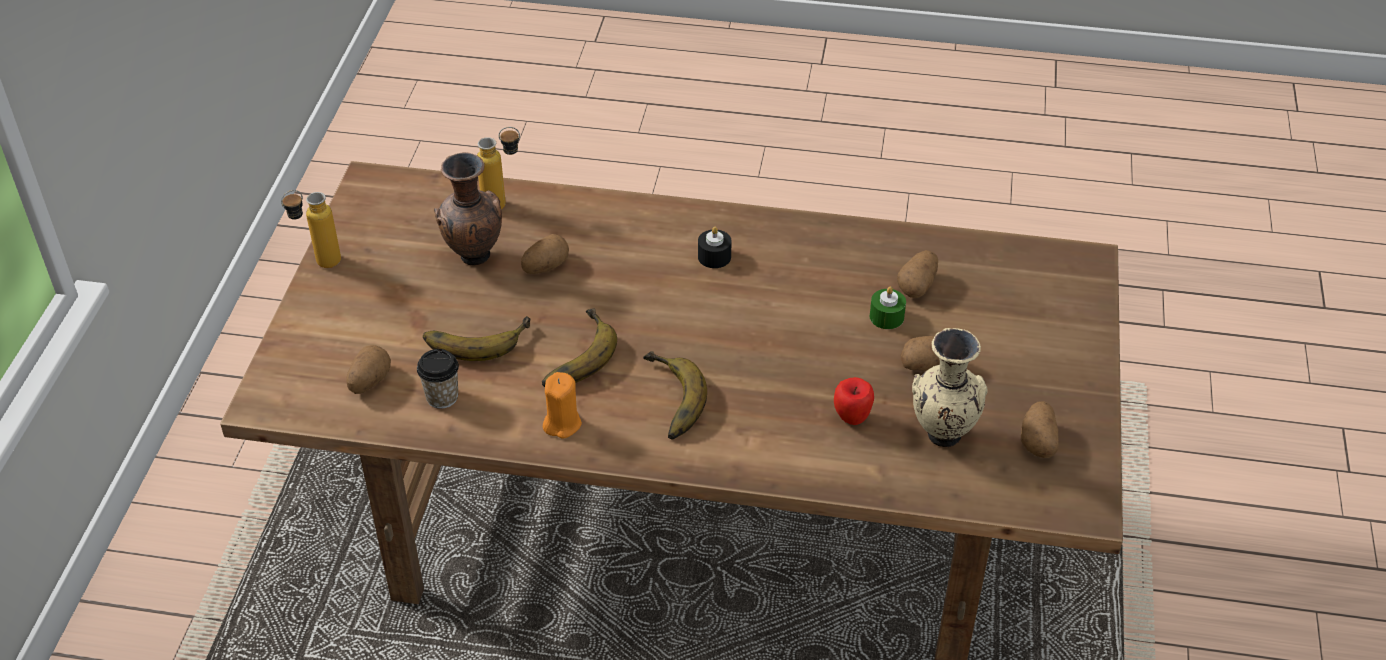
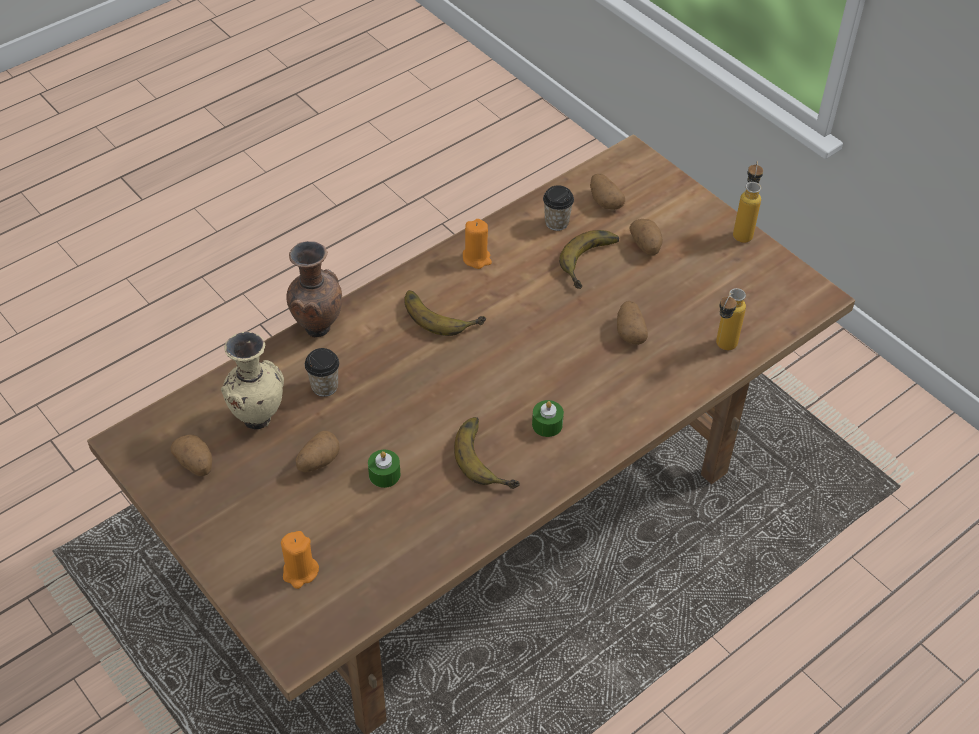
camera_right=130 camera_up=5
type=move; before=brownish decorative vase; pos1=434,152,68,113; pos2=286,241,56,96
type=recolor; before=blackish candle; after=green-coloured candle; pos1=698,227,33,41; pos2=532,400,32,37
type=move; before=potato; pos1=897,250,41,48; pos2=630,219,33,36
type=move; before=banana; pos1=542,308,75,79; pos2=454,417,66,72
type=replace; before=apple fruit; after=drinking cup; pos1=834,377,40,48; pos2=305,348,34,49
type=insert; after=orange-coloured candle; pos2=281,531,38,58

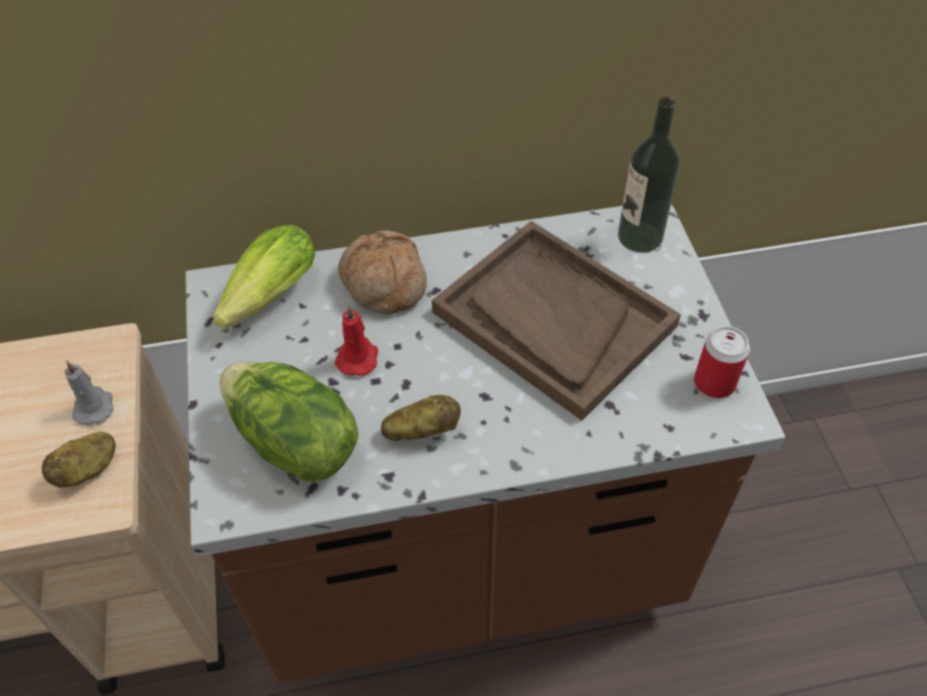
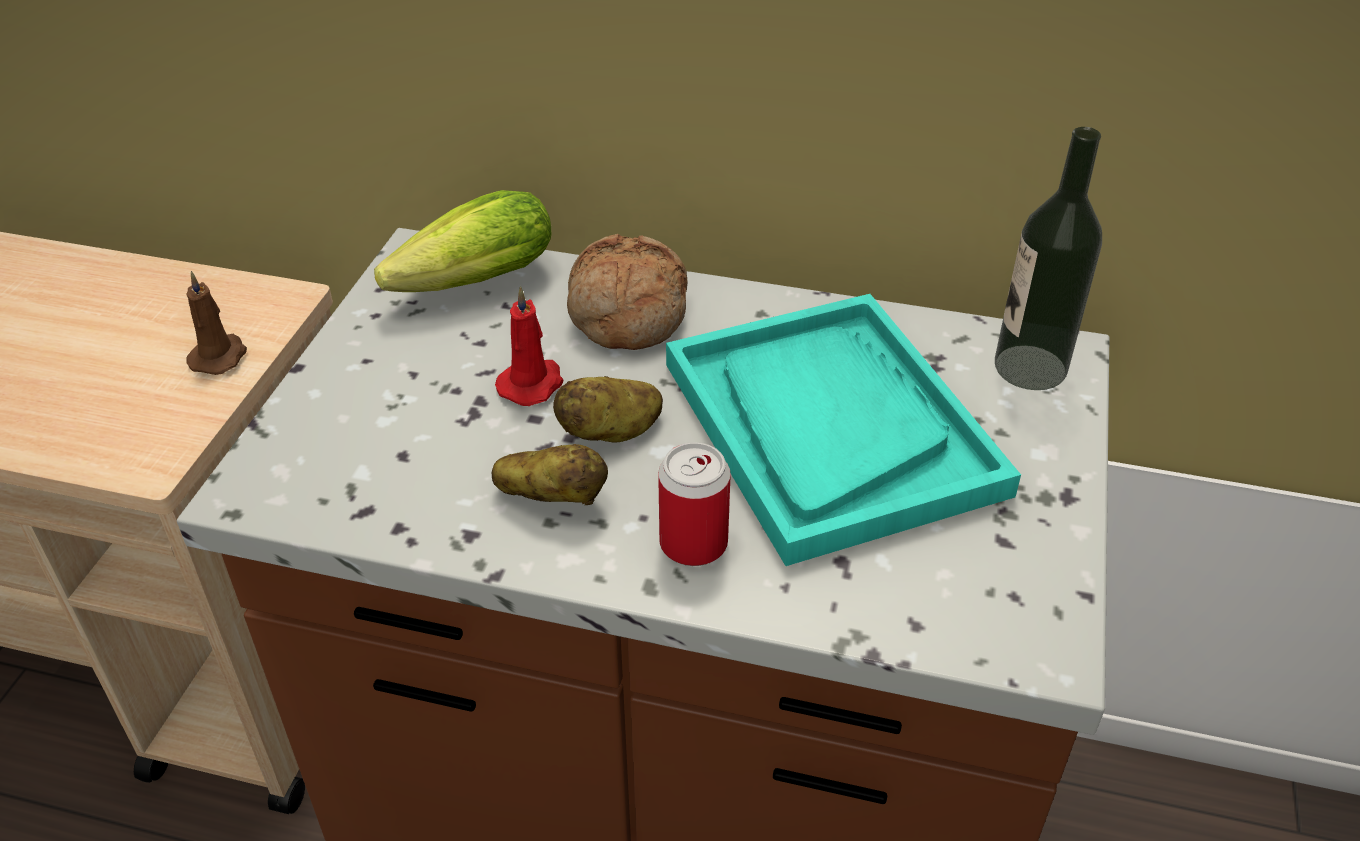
camera_right=25 camera_up=-10
type=recolor; before=brownish serving tray; after=turquoise-coloured serving tray; pos1=432,221,249,200; pos2=666,294,355,272
type=move; before=can; pos1=694,326,56,72; pos2=658,442,73,124
type=recolor; before=greyish candle; after=brownish candle; pos1=65,361,49,64; pos2=186,271,61,104
type=delete; before=lettuce head; pos1=220,362,138,120
type=move; before=potato; pos1=42,432,74,56; pos2=553,376,110,67

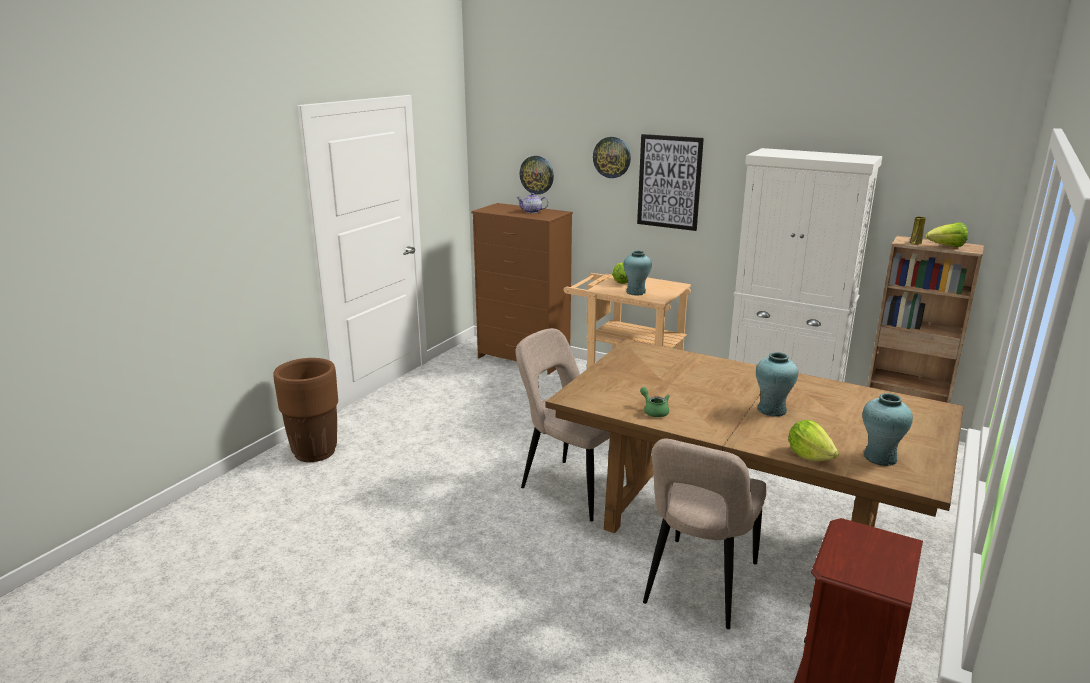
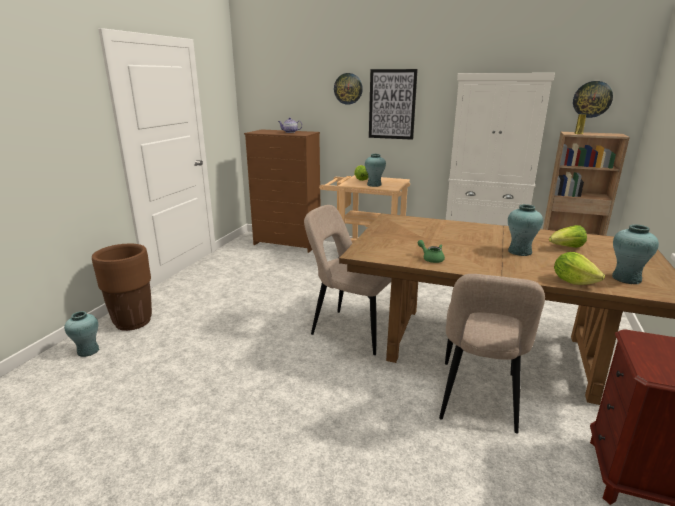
camera_right=-10 camera_up=0
type=move; before=wall clock; pos1=520,156,34,39; pos2=573,81,40,37
type=move; before=lettuce head; pos1=925,222,43,25; pos2=549,225,38,23
type=insert; after=turquoise-coloured decorative vase; pos2=64,311,35,46

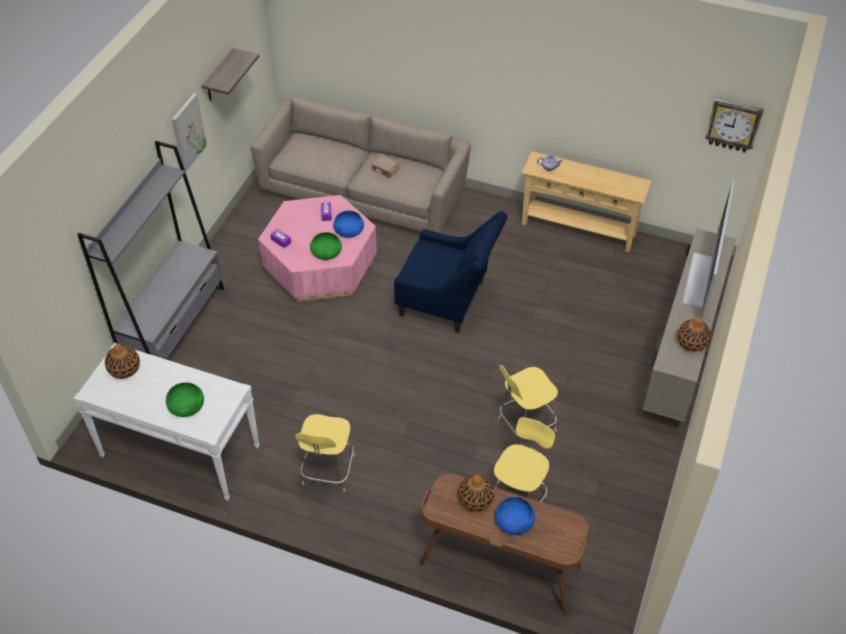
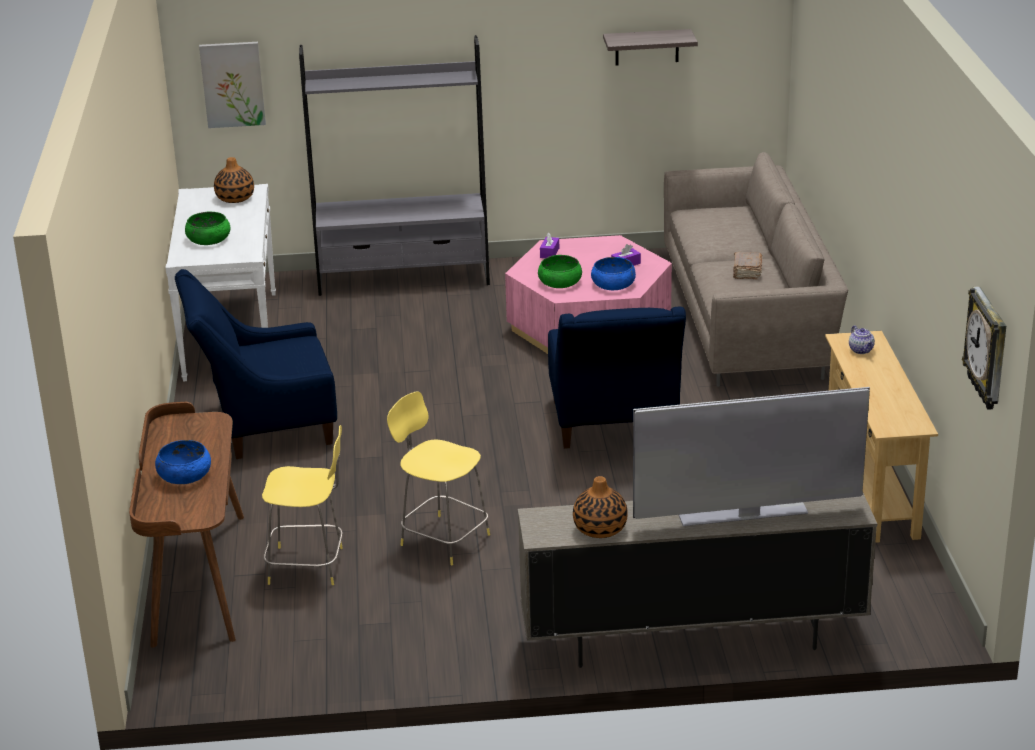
camera_right=65 camera_up=-20
type=move; before=wall picture; pos1=172,93,35,78; pos2=199,42,67,86
type=replace; before=yellow-coloured sitting stool; after=blue lounge chair; pos1=295,414,60,78; pos2=175,269,162,190
type=delete; before=decorative vase; pos1=458,474,37,37

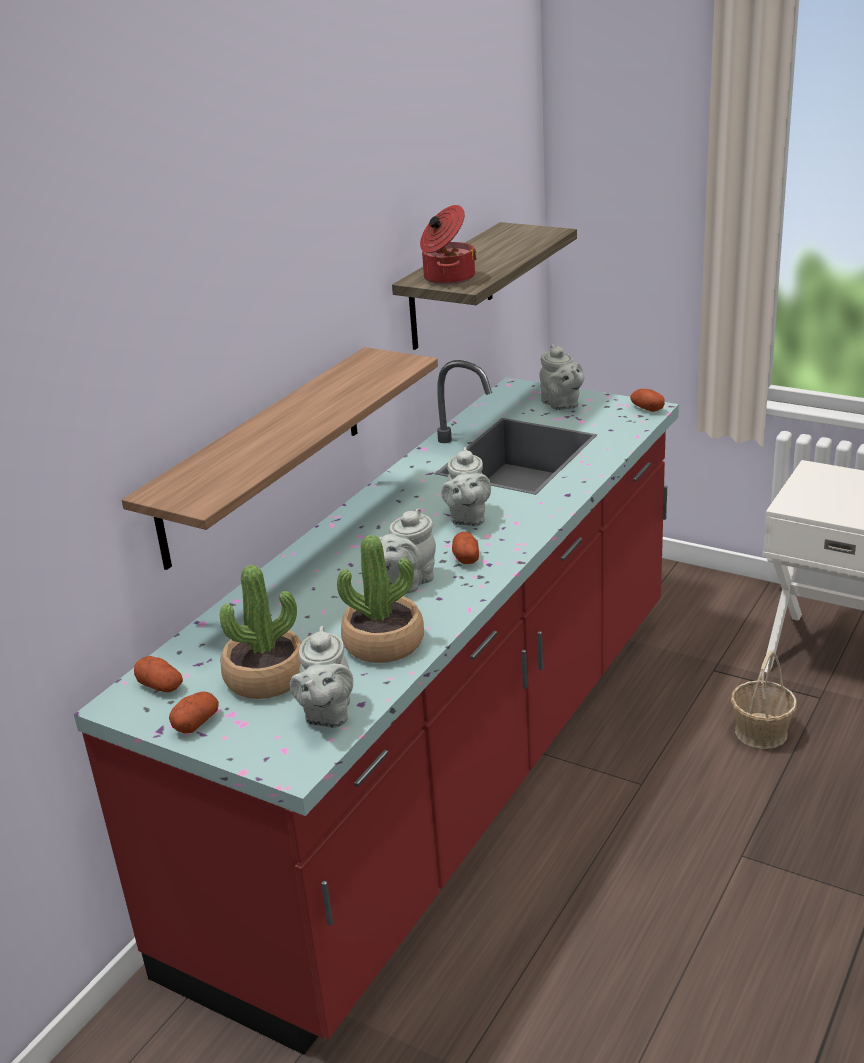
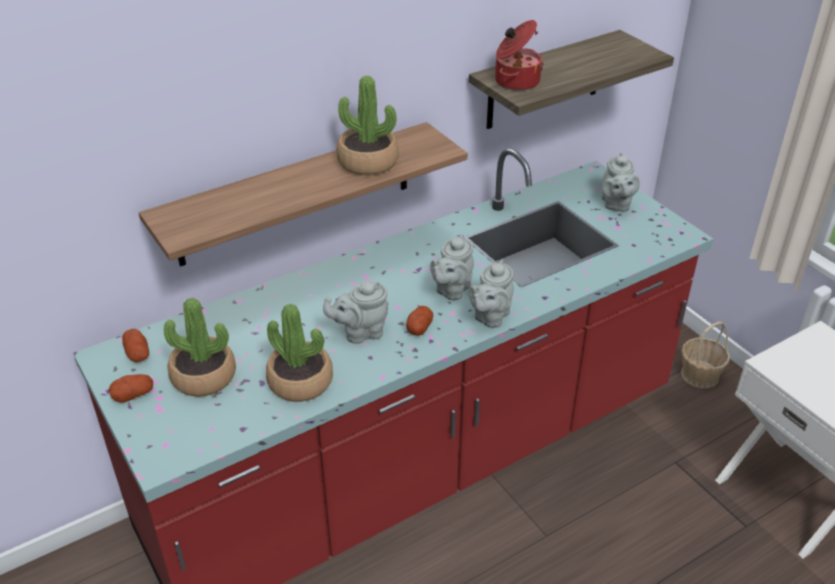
camera_right=25 camera_up=10
type=delete; before=potato; pos1=630,389,35,23
type=move; before=greyish pot for tea; pos1=290,626,63,102; pos2=469,260,45,68
type=move; before=household basket; pos1=731,651,66,98; pos2=681,322,49,66
type=insert; after=potted plant; pos2=337,76,62,100

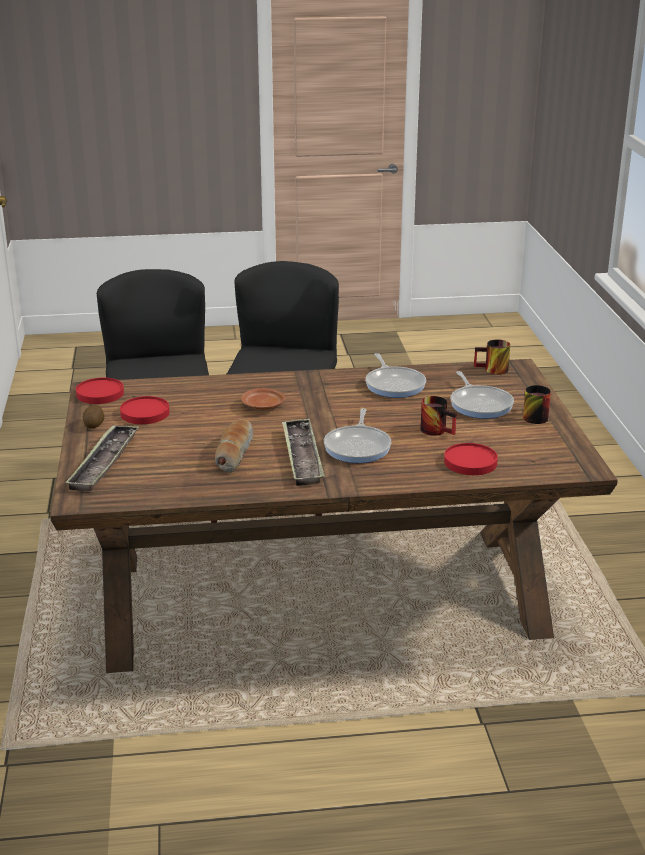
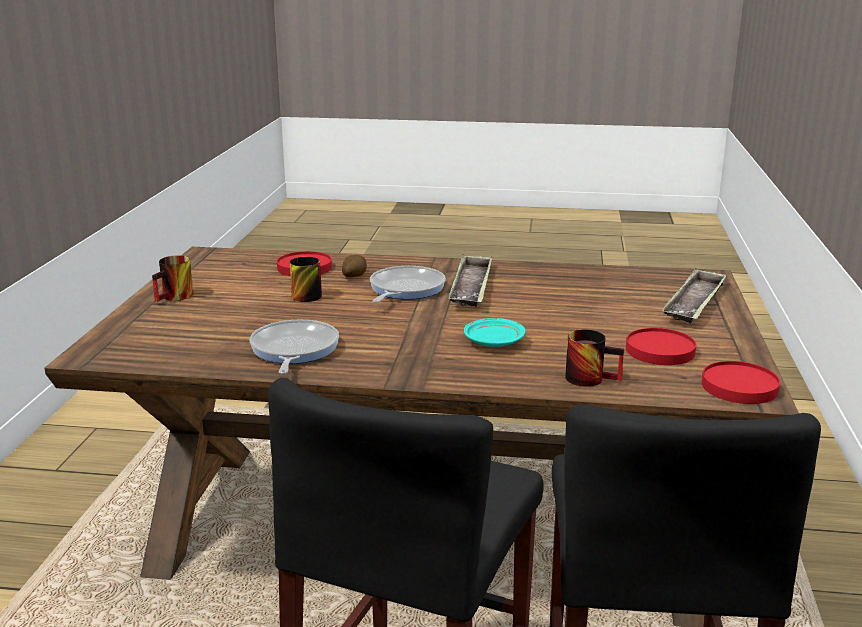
camera_right=-165 camera_up=-5
type=move; before=mug; pos1=474,339,36,36; pos2=565,329,59,58
type=delete; before=pan; pos1=450,371,64,48
type=recolor; before=brownish plate; after=turquoise-coloured plate; pos1=241,388,44,22; pos2=464,318,61,29
type=move; before=potato; pos1=83,405,21,24; pos2=342,255,25,22
type=delete; before=bread; pos1=215,419,38,54

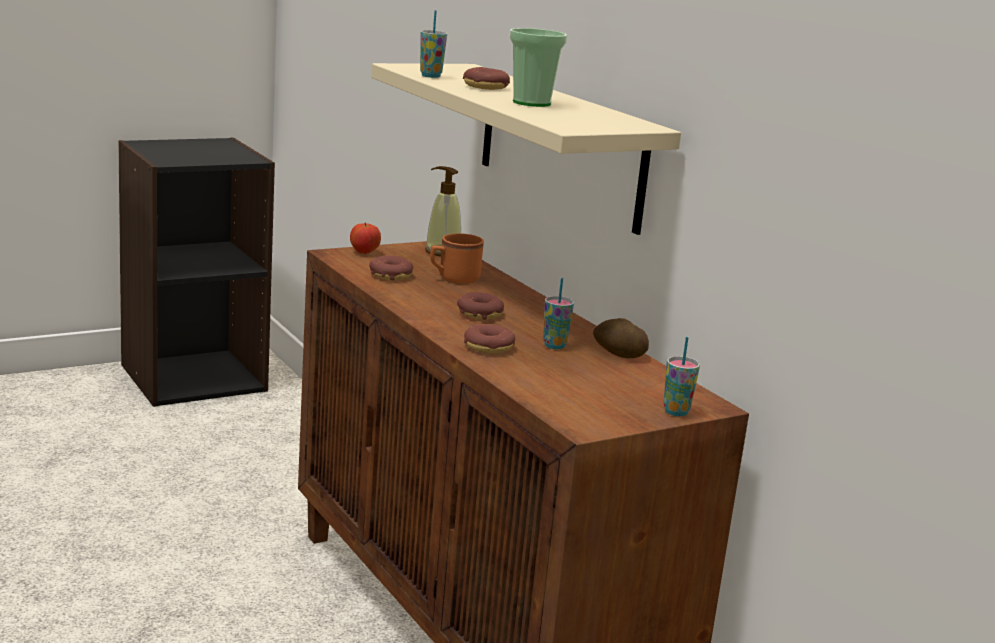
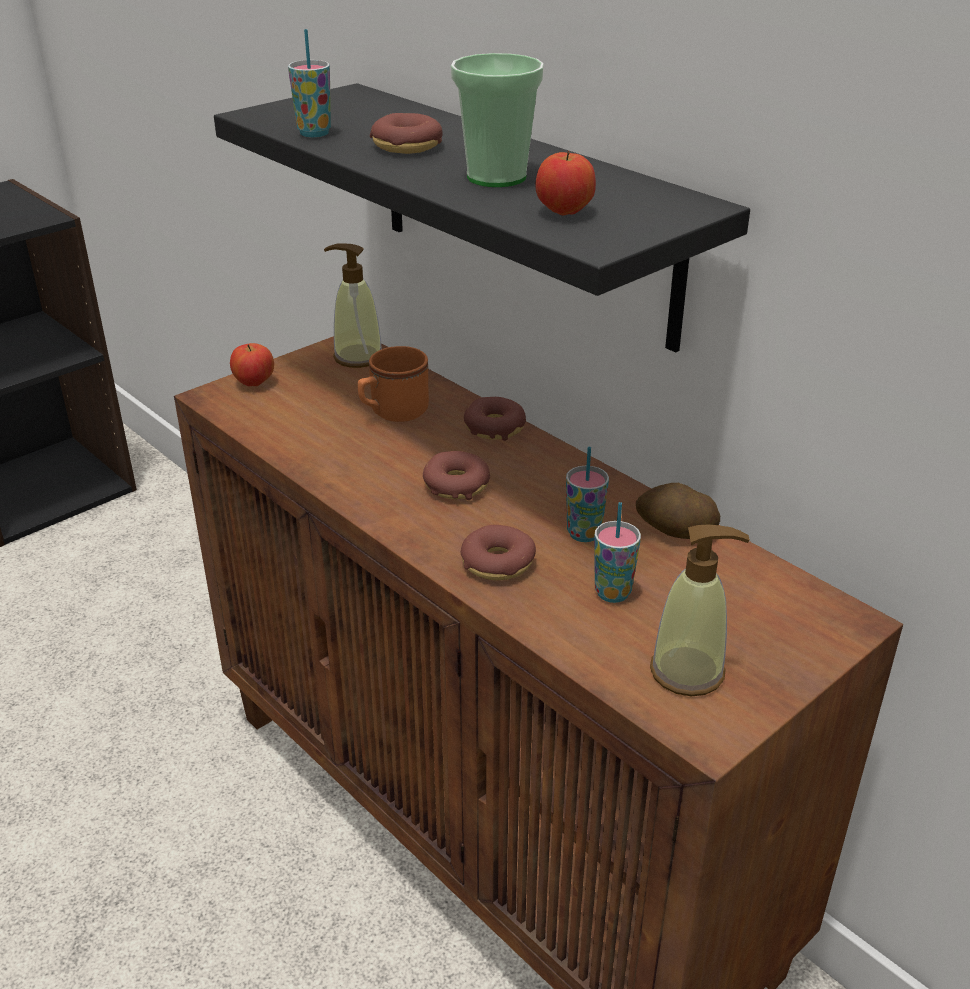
camera_right=-10 camera_up=15
type=recolor; before=sand-coloured bracket shelf; after=blackish bracket shelf; pos1=371,63,310,172; pos2=214,83,536,269
type=move; before=ring doughnut; pos1=369,255,44,25; pos2=464,397,62,44
type=move; before=drinking cup; pos1=663,337,37,79; pos2=594,502,47,101
type=insert; after=apple fruit; pos2=535,150,61,66
type=insert; after=soap bottle; pos2=650,524,100,172

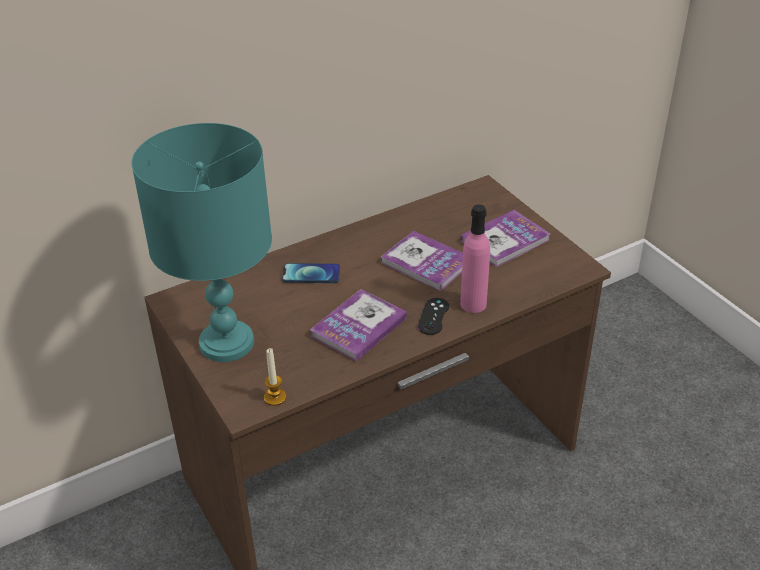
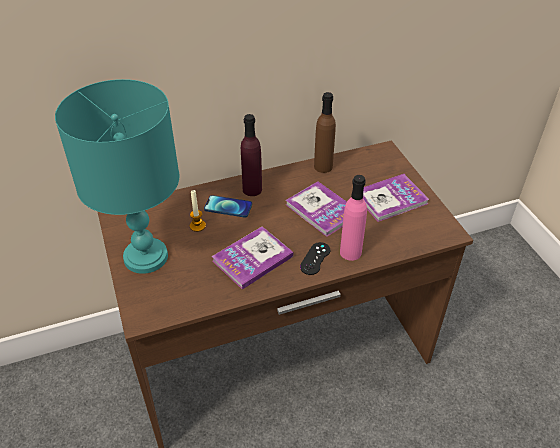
camera_right=10 camera_up=5
type=move; before=candle; pos1=264,348,22,58; pos2=190,190,16,42
type=insert; after=brownish bottle; pos2=314,92,22,81
type=insert; after=purplish bottle; pos2=241,114,21,82

